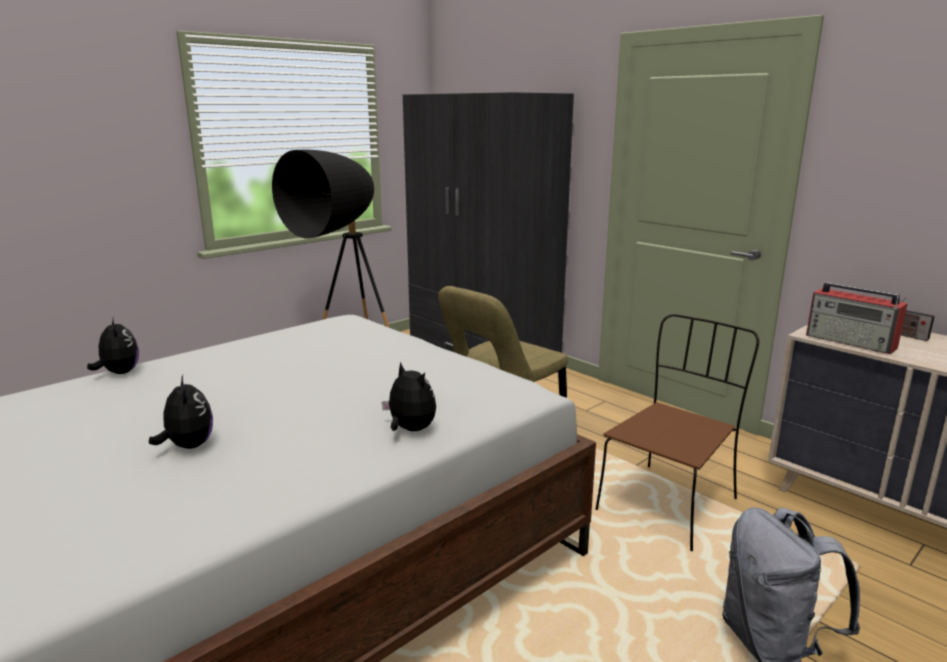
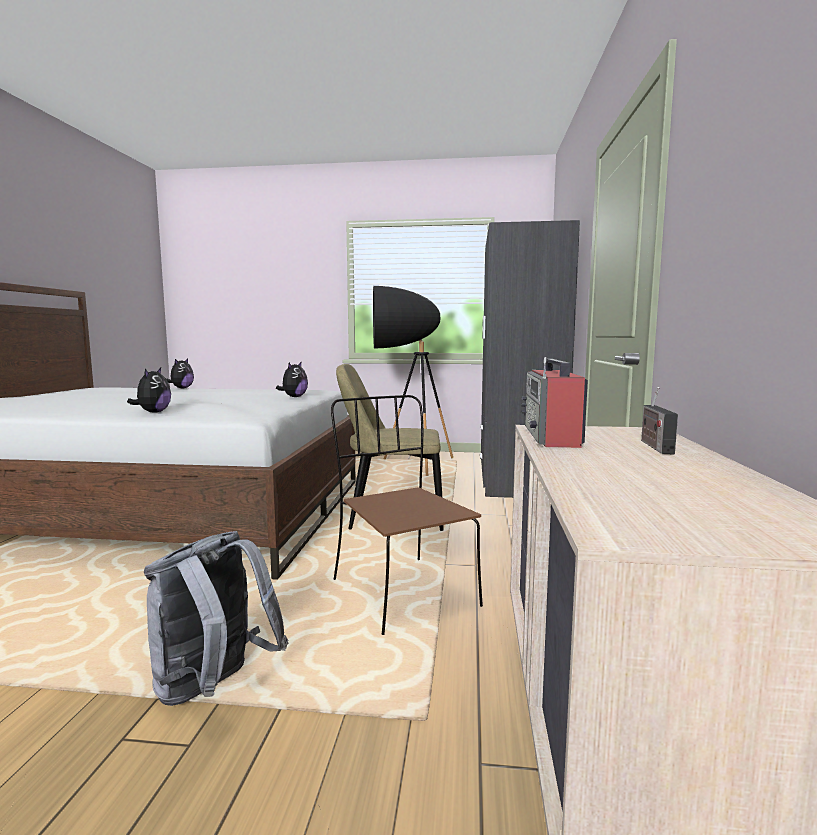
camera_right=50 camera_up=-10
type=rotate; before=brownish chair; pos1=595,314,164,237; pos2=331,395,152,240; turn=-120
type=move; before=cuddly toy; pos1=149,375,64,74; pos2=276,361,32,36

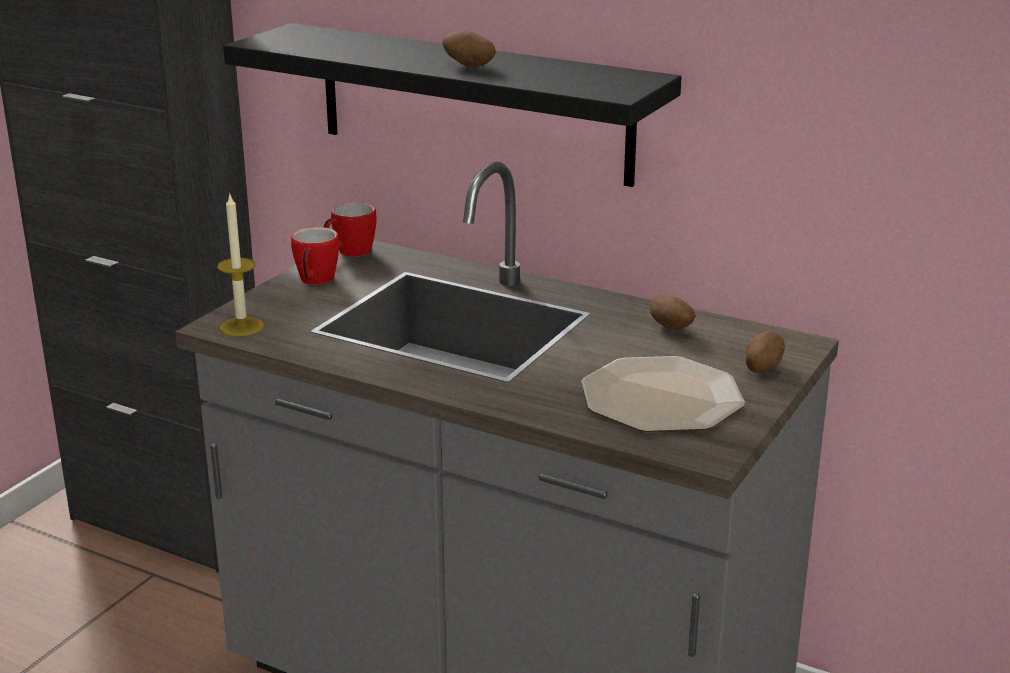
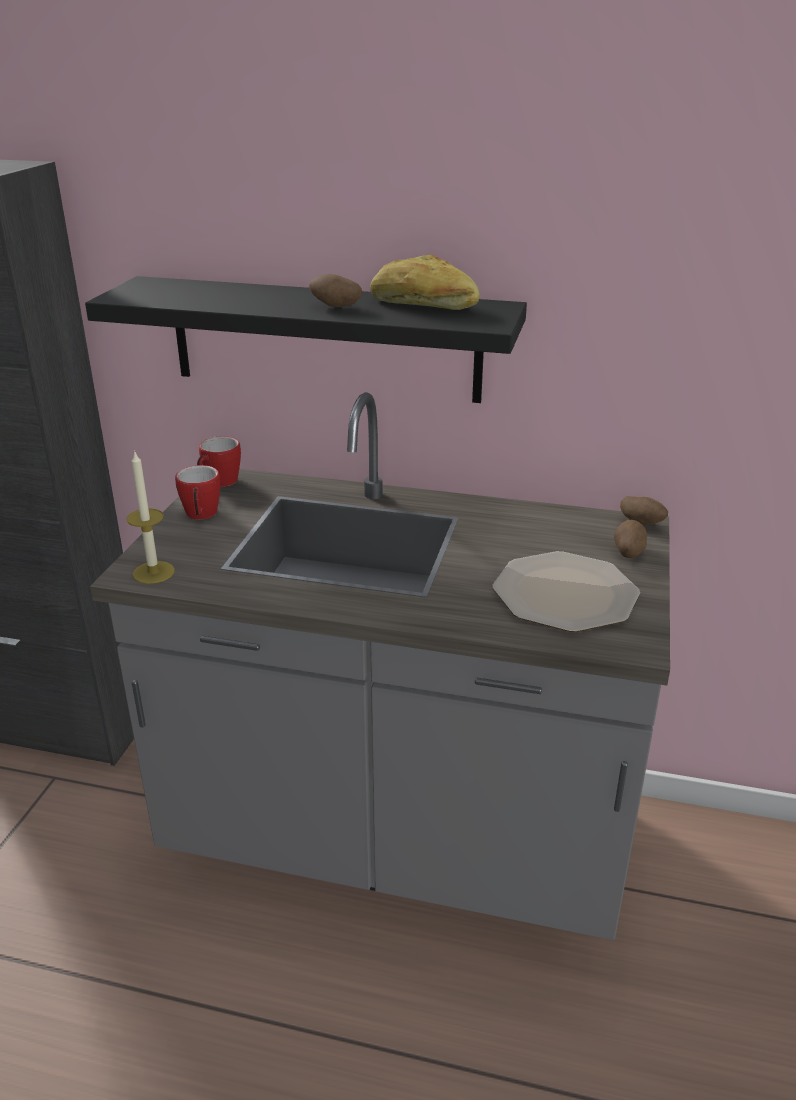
camera_right=-15 camera_up=5
type=move; before=potato; pos1=650,295,45,35; pos2=620,496,48,29
type=insert; after=bread; pos2=370,254,110,56

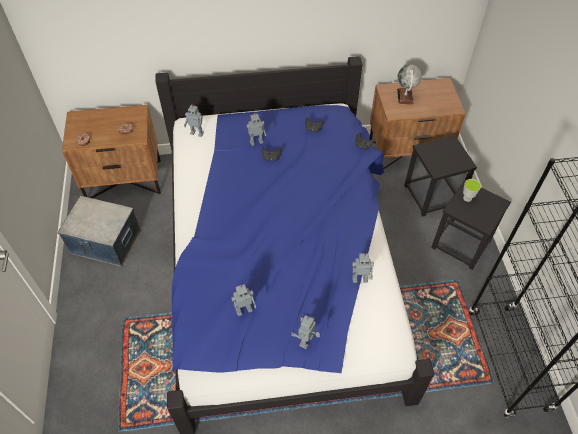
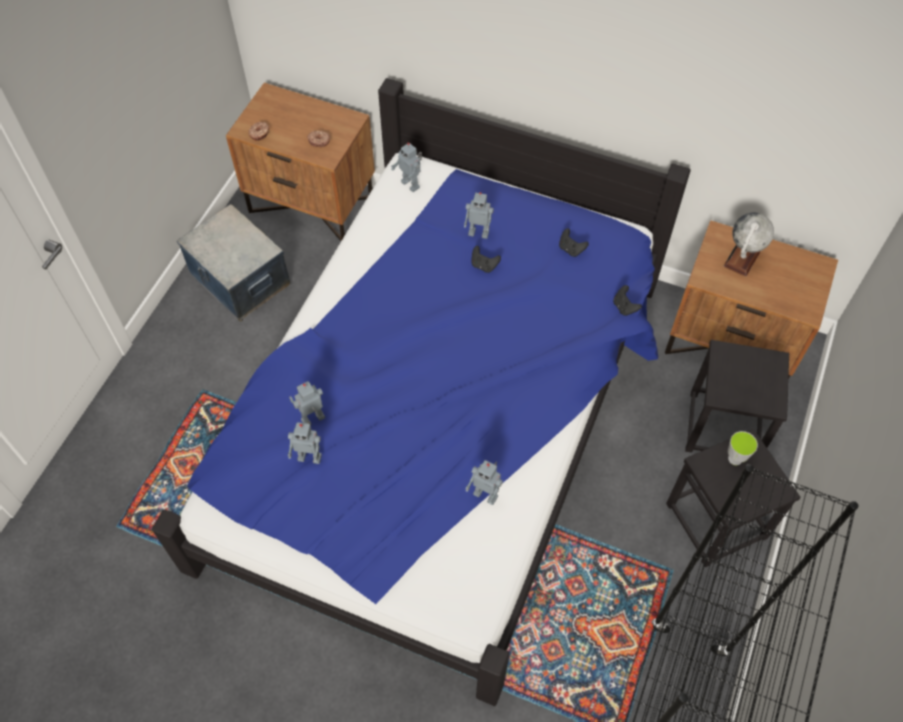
camera_right=30 camera_up=5
type=move; before=robot figure; pos1=291,315,29,34; pos2=289,381,36,45

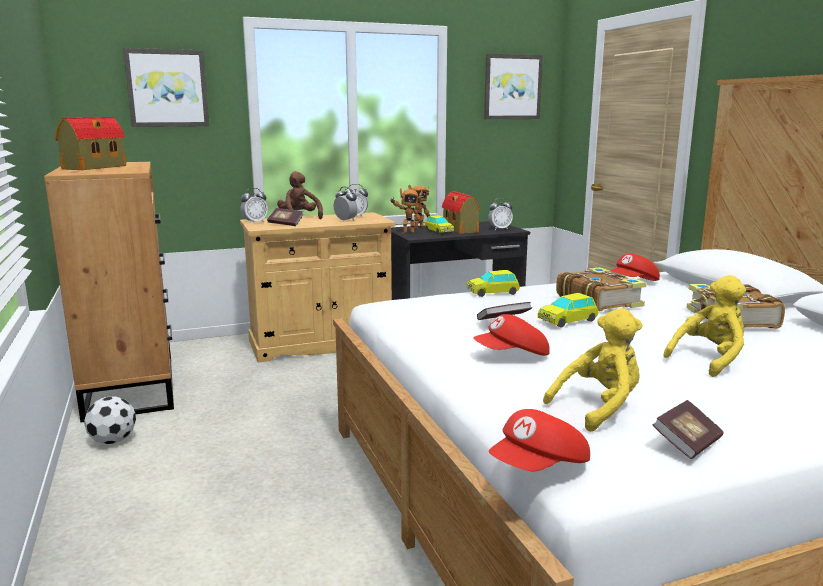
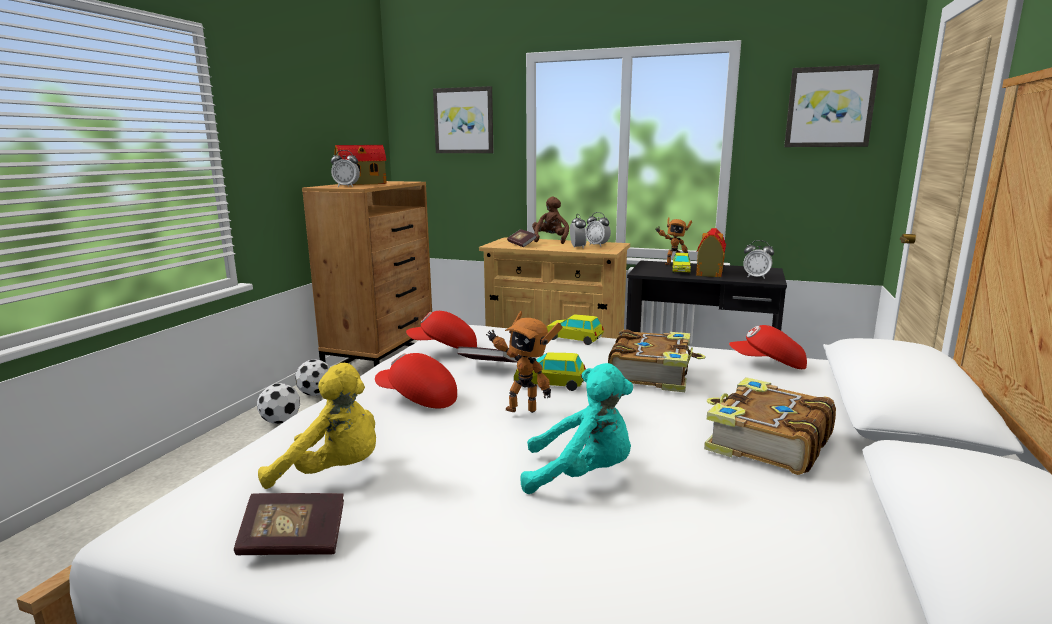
camera_right=40 camera_up=0
type=move; before=bedside clock; pos1=240,188,28,36; pos2=331,150,29,37
type=move; before=robot figure; pos1=390,188,33,46; pos2=486,311,76,102
type=recolor; before=yellow-coloured cuddly toy; after=turquoise-coloured cuddly toy; pos1=663,275,83,102; pos2=520,363,113,131
type=move; before=reddish cap; pos1=489,409,101,62; pos2=406,311,71,38
type=insert; after=football ball; pos2=257,383,43,41

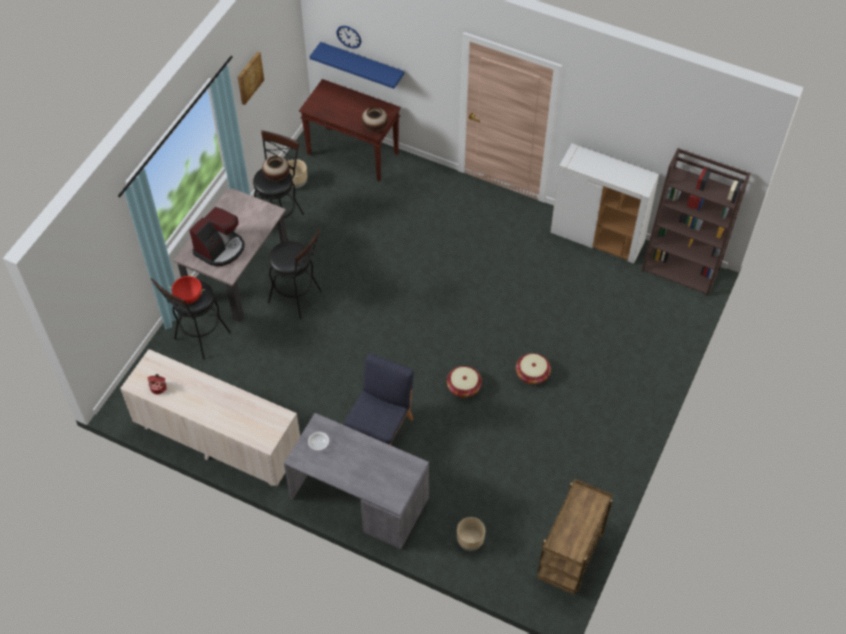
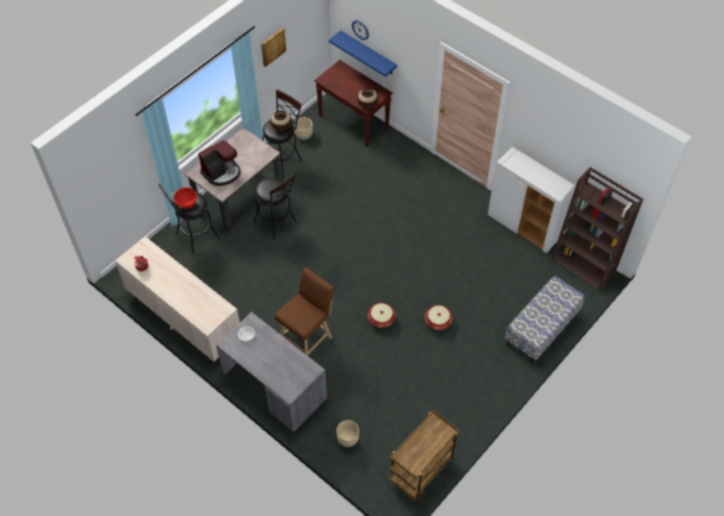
camera_right=15 camera_up=0
type=replace; before=blue chair; after=brownish sitting stool; pos1=344,353,70,92; pos2=275,268,59,88
type=insert; after=bench; pos2=505,276,80,88

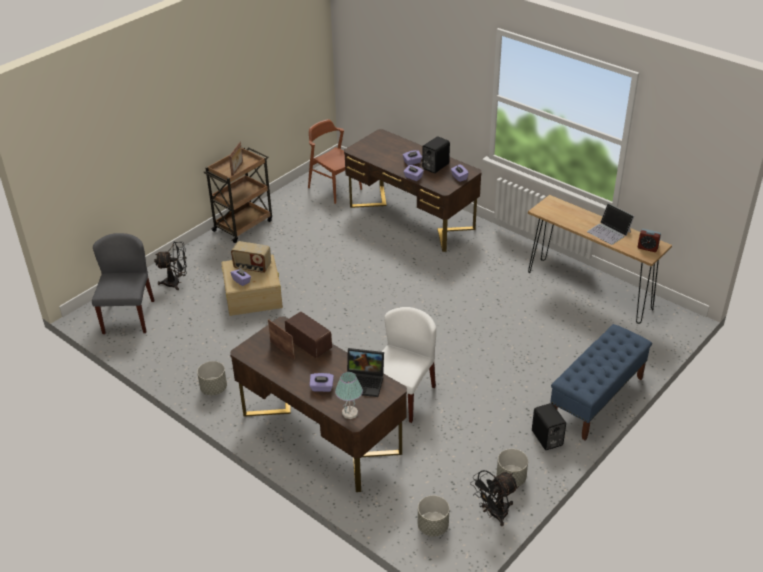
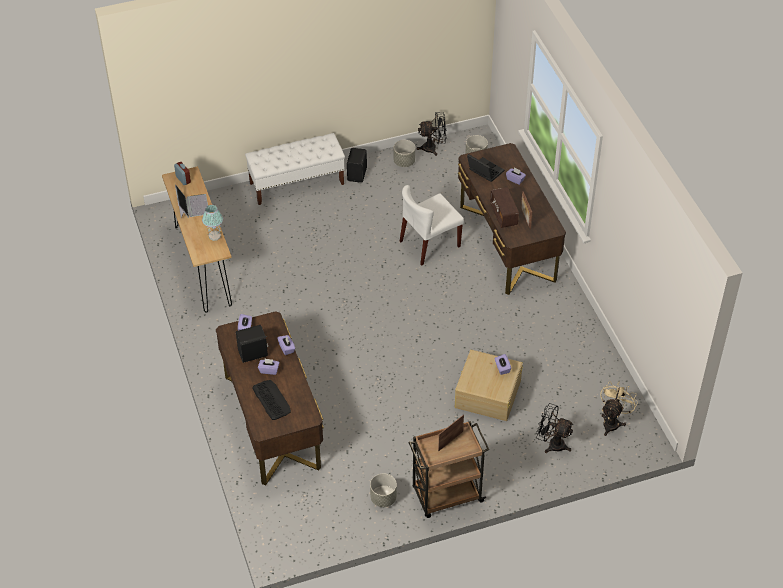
camera_right=-150 camera_up=10
type=delete; before=brownish chair; pos1=308,119,54,85
type=replace; before=greyish chair; after=sand-coloured cooling fan; pos1=92,233,62,101; pos2=600,382,38,54
type=delete; before=radio set; pos1=231,241,40,32
type=recolor; before=blue bench; after=white-coloured bench; pos1=550,324,102,116; pos2=245,133,100,72
type=move; before=greyish plant pot; pos1=197,361,30,34; pos2=370,473,27,34
type=move; before=tabletop lamp; pos1=335,372,28,47; pos2=202,205,21,36
type=insert; after=PC keyboard; pos2=252,380,39,40

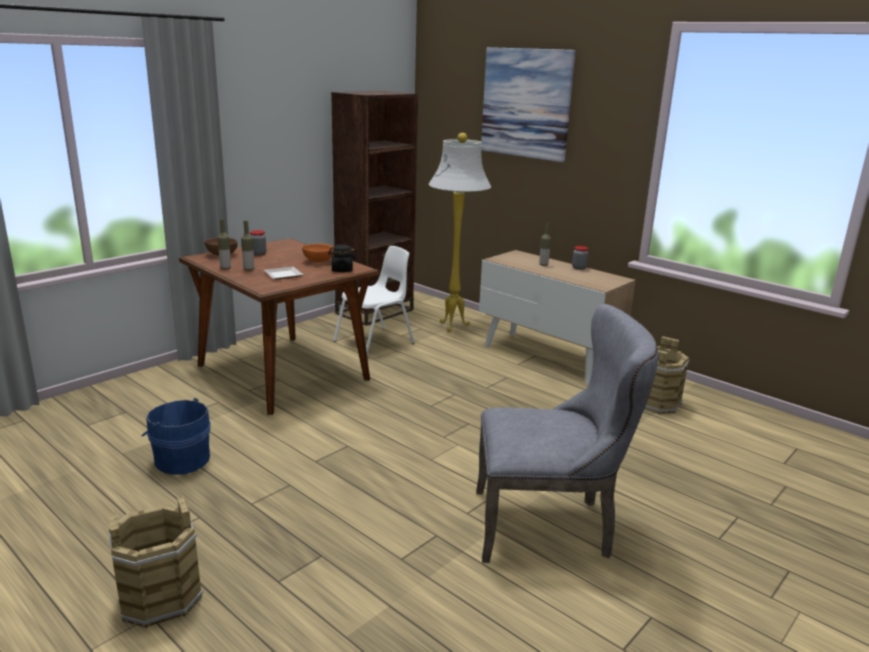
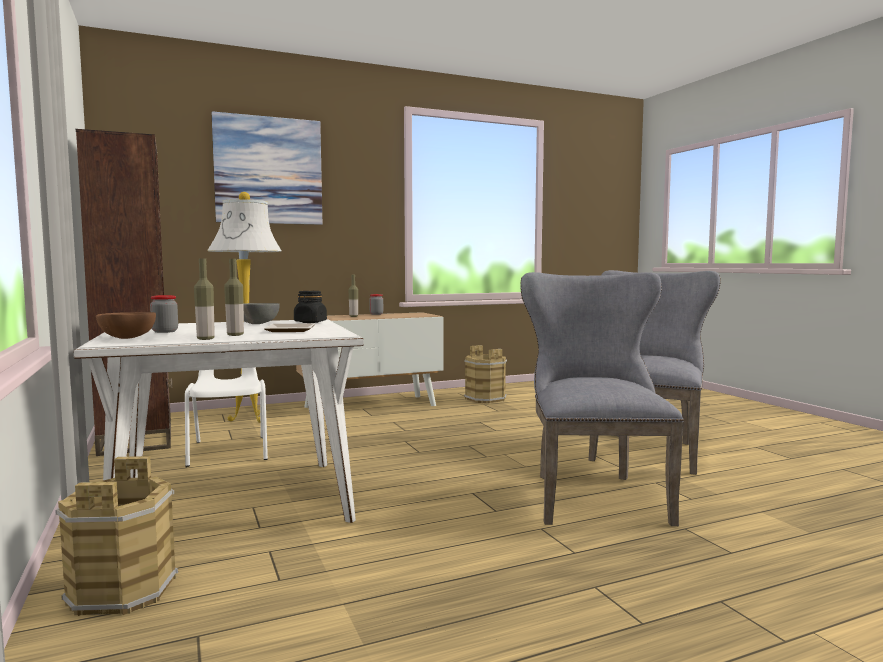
camera_right=-65 camera_up=-15
type=recolor; before=brownish dinner table; after=white-coloured dinner table; pos1=179,238,200,177; pos2=74,320,290,203
type=recolor; before=orange-coloured deep dish; after=greyish deep dish; pos1=302,244,31,18; pos2=244,303,36,21
type=delete; before=blue water bucket; pos1=142,398,69,77
type=move; before=brownish water bucket; pos1=108,496,95,132; pos2=55,456,123,160
type=insert; after=greyish chair; pos2=520,272,164,254

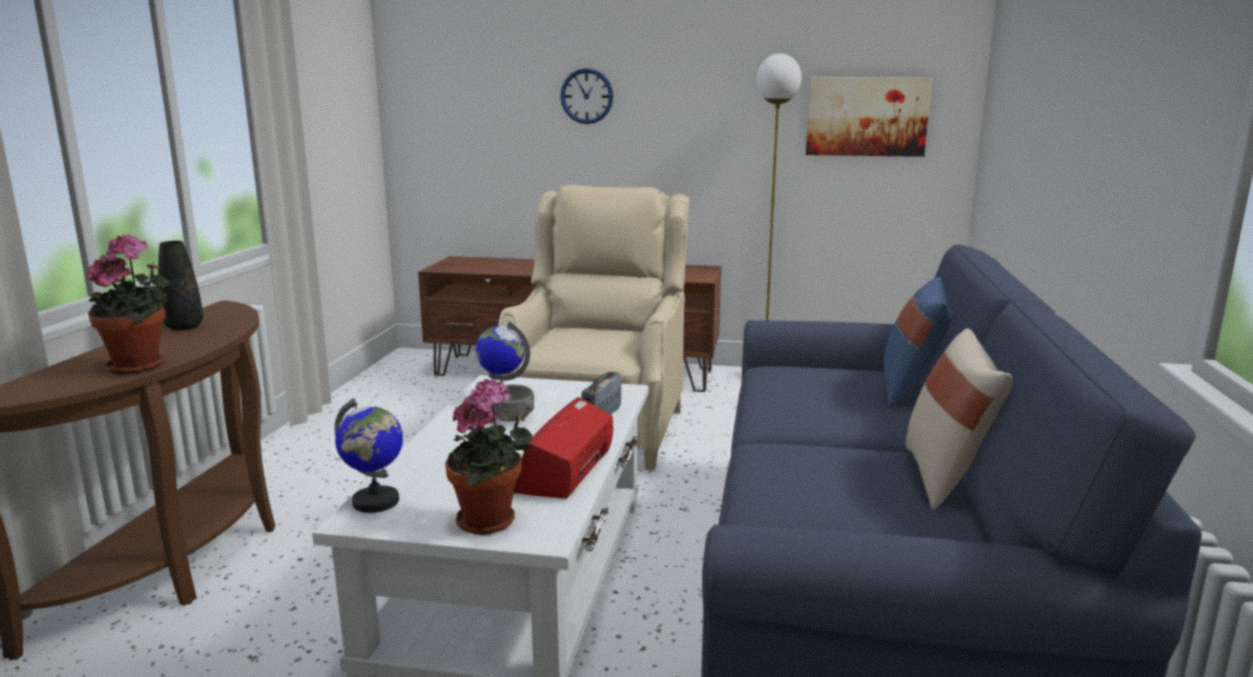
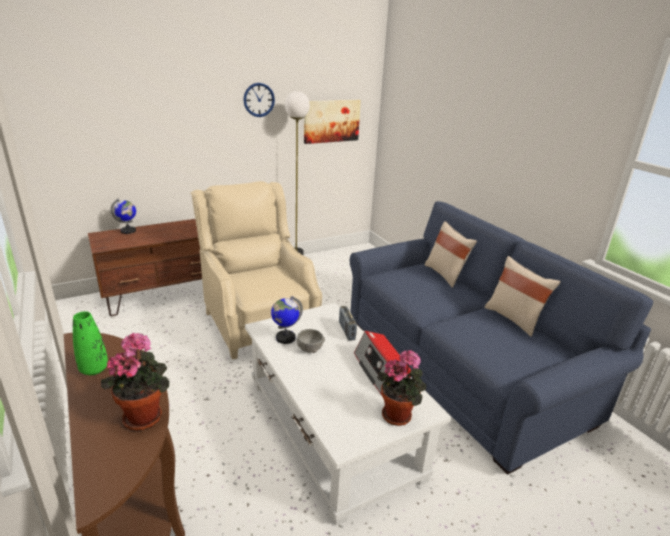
camera_right=-40 camera_up=10
type=move; before=wall clock; pos1=560,68,53,56; pos2=243,83,32,34
type=recolor; before=blackish decorative vase; after=green-coloured decorative vase; pos1=158,241,45,89; pos2=73,311,35,64
type=recolor; before=blue cushion; after=sand-coloured cushion; pos1=884,277,68,132; pos2=425,221,52,67
type=move; before=world globe; pos1=335,398,68,115; pos2=110,199,26,35

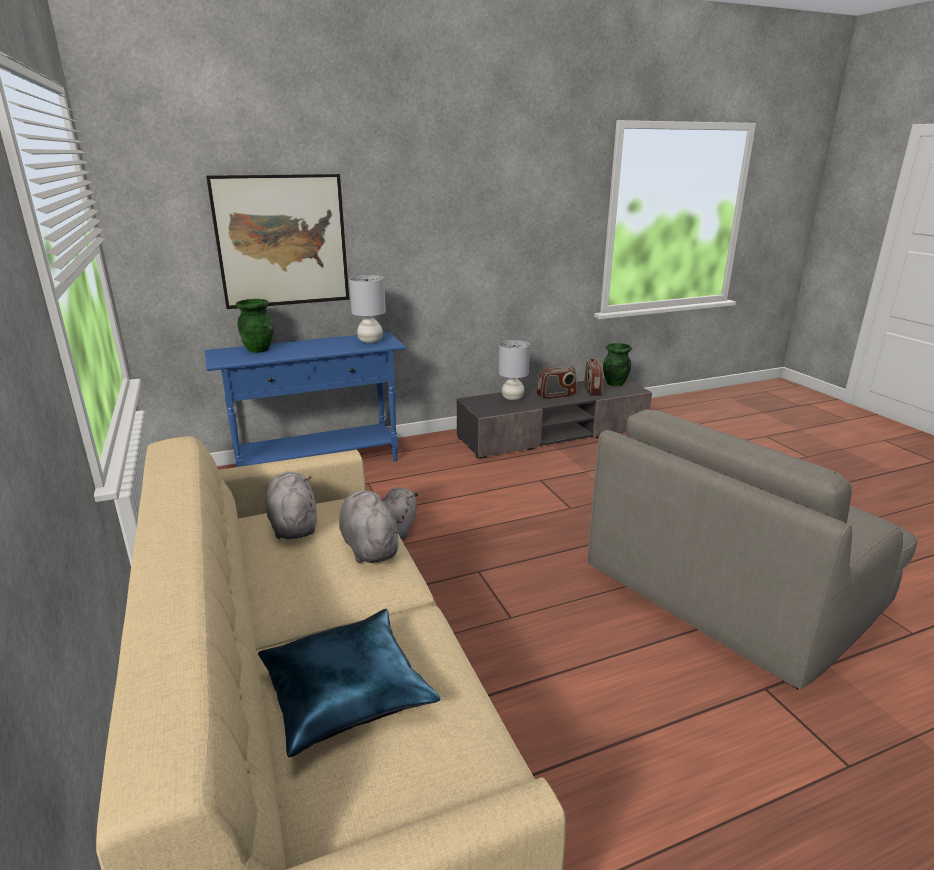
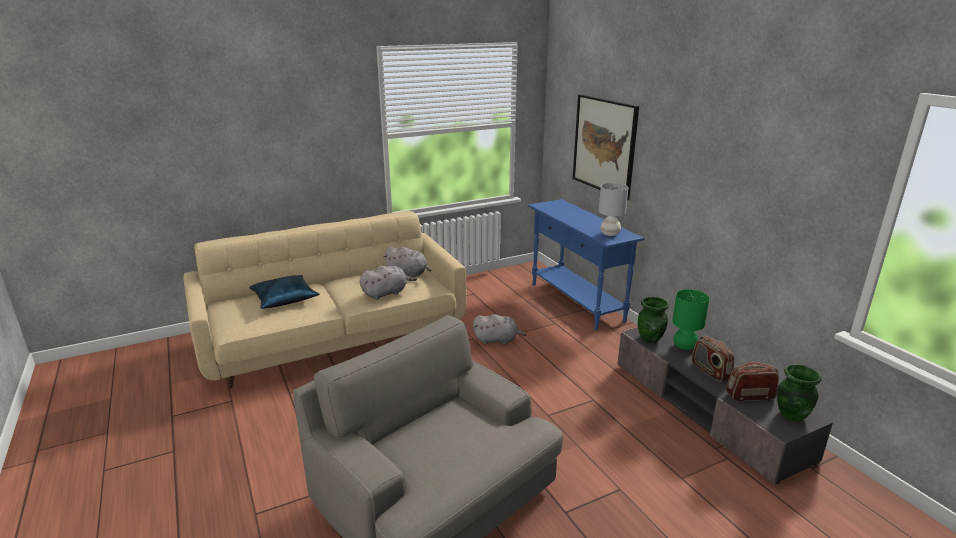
camera_right=85 camera_up=0
type=move; before=green-coloured decorative vase; pos1=236,299,37,54; pos2=638,297,31,46
type=recolor; before=greyish tabletop lamp; after=green-coloured tabletop lamp; pos1=498,340,32,60; pos2=672,289,38,61
type=rotate; before=greyish cuddly toy; pos1=266,472,51,67; pos2=383,247,48,30; turn=45

